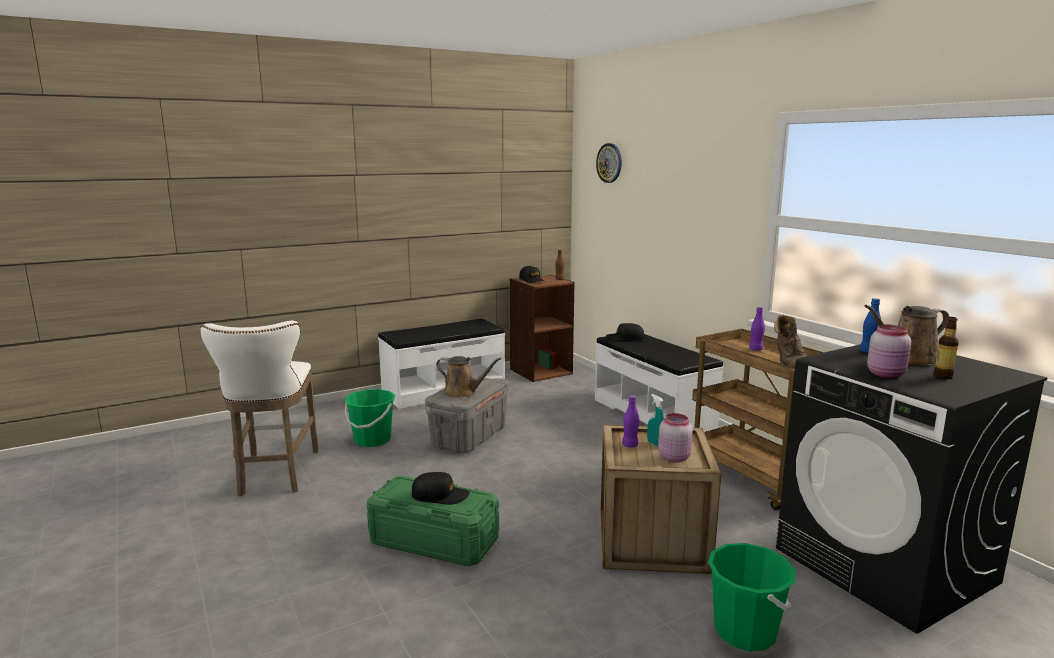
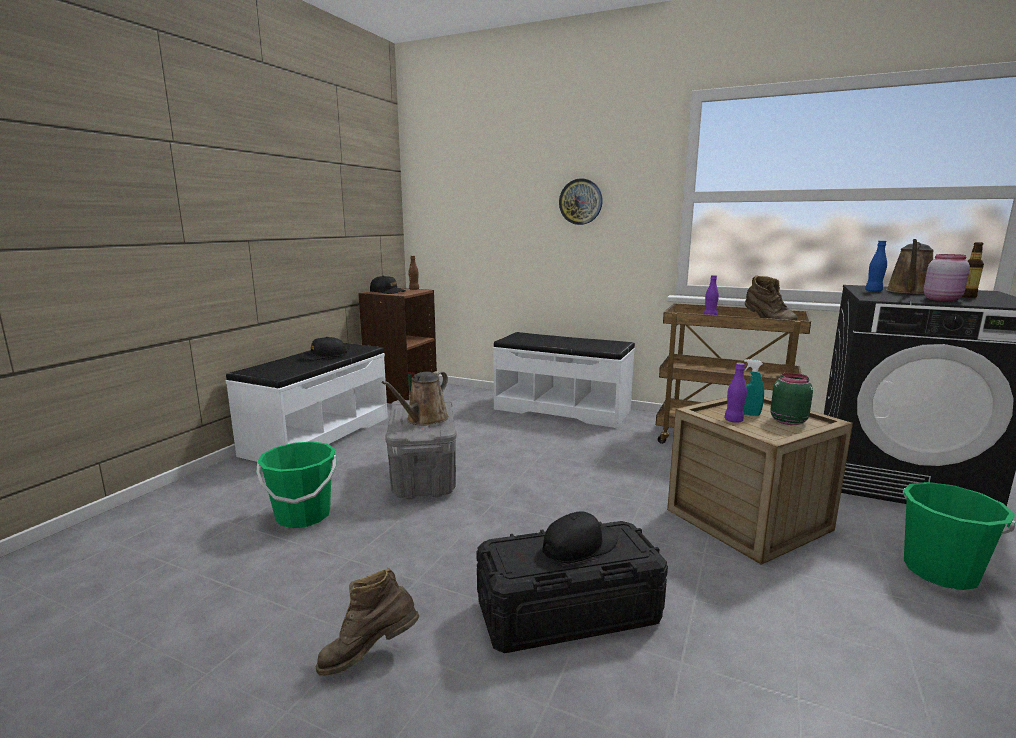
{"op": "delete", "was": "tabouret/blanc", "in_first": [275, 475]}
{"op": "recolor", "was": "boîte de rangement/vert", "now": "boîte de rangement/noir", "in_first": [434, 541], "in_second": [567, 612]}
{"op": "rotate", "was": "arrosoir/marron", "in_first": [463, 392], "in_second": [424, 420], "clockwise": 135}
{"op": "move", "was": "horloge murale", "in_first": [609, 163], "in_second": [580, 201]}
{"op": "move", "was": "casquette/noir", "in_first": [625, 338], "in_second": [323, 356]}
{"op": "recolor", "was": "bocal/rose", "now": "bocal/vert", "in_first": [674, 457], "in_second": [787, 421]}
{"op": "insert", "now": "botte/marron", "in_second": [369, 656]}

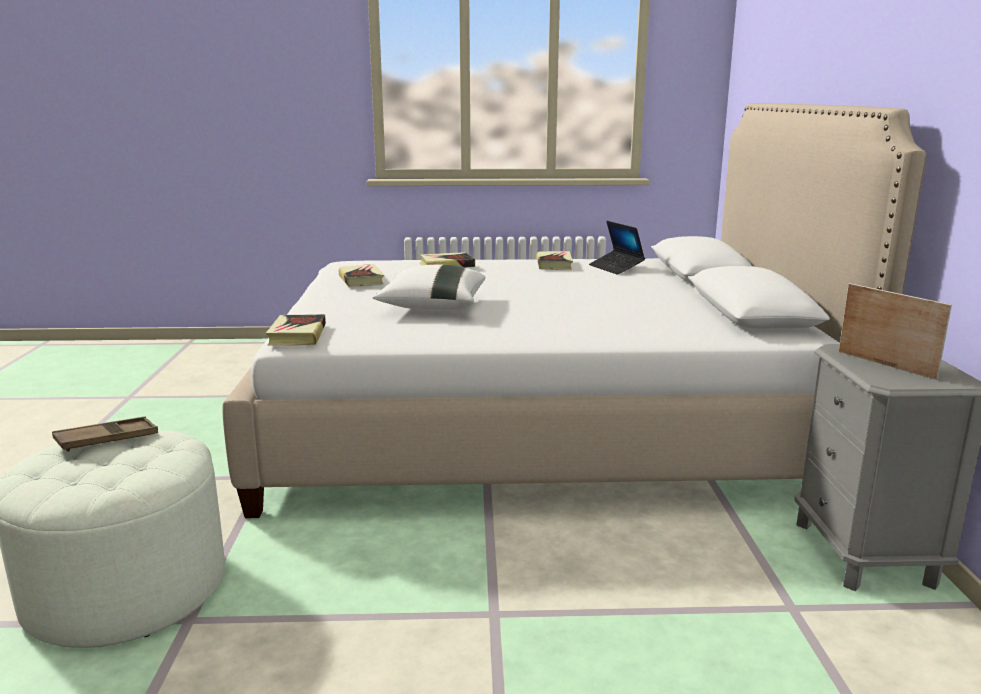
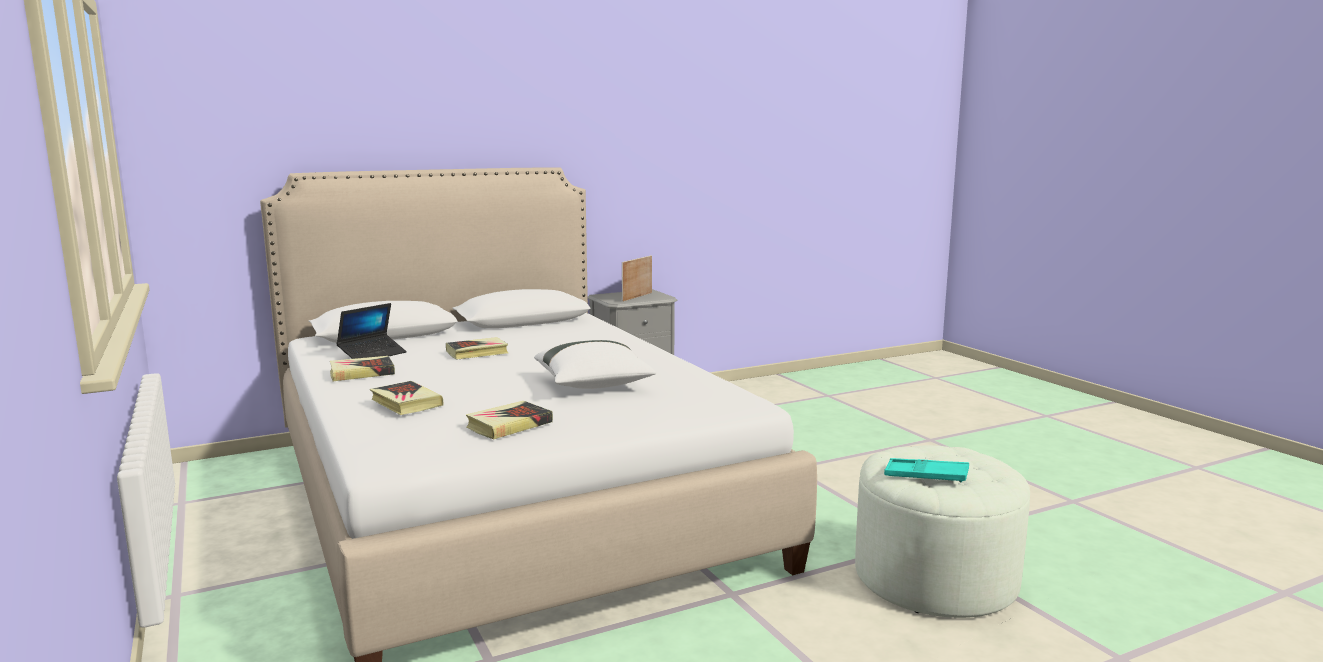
{"op": "recolor", "was": "plateau/marron", "now": "plateau/turquoise", "in_first": [107, 439], "in_second": [926, 476]}
{"op": "move", "was": "livre", "in_first": [297, 335], "in_second": [477, 353]}

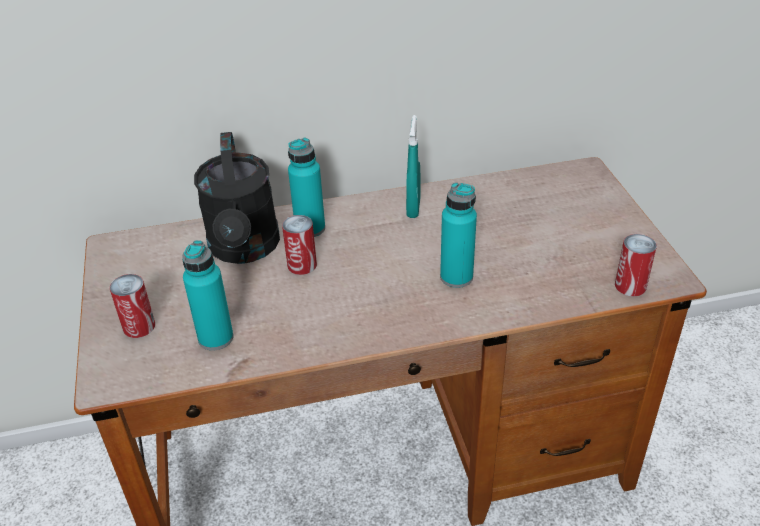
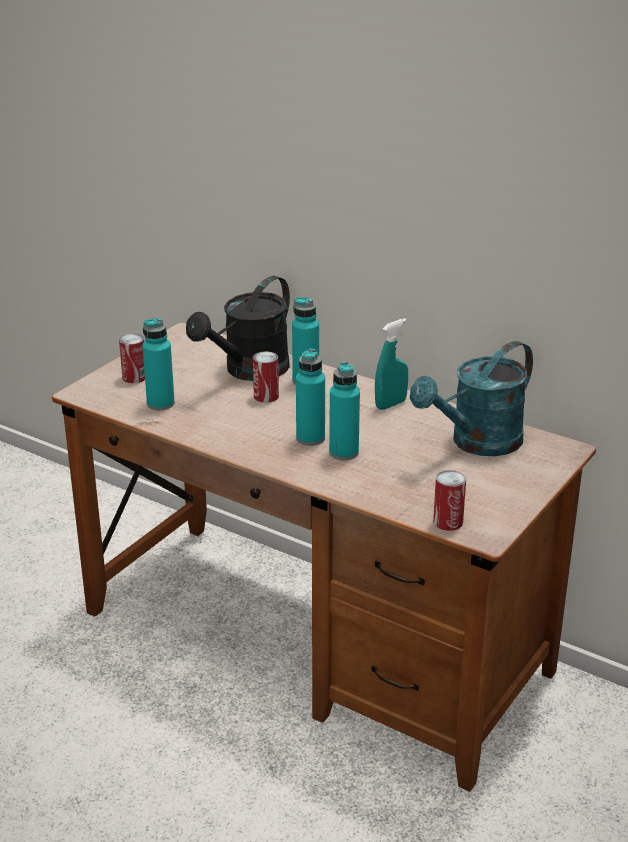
{"op": "insert", "now": "bouteille/turquoise", "in_second": [310, 438]}
{"op": "insert", "now": "arrosoir/turquoise", "in_second": [477, 443]}

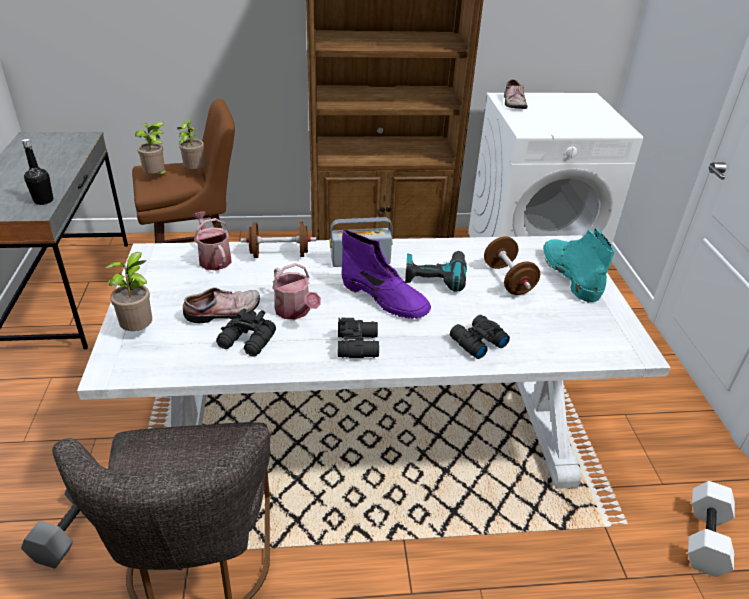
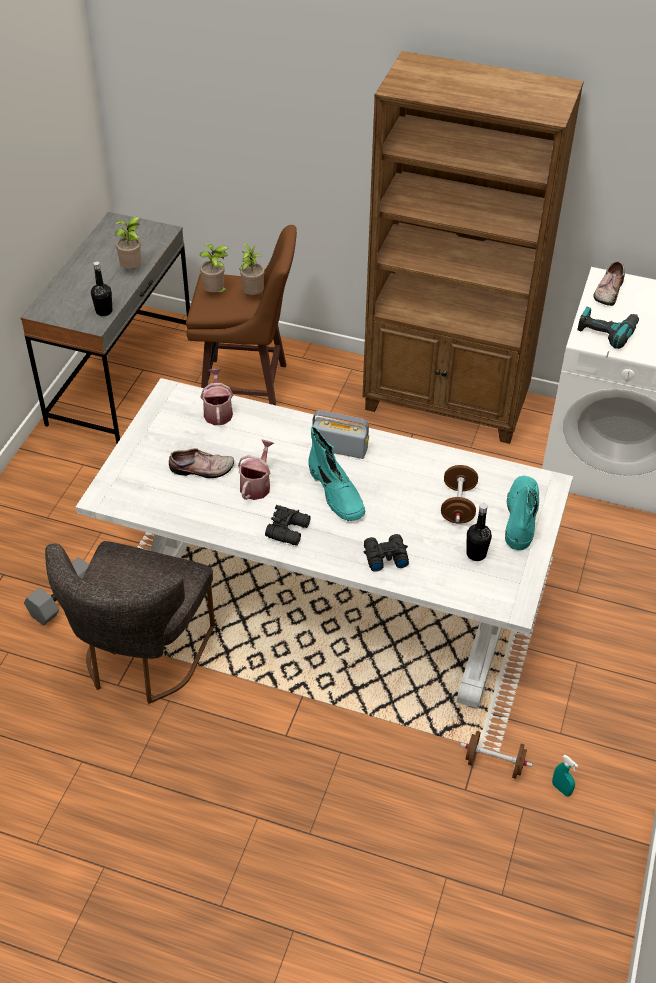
{"op": "move", "was": "plante en pot", "in_first": [140, 330], "in_second": [133, 269]}
{"op": "delete", "was": "jumelles/noir", "in_first": [247, 342]}
{"op": "move", "was": "haltère/marron", "in_first": [279, 254], "in_second": [494, 763]}
{"op": "rotate", "was": "arrosoir", "in_first": [295, 311], "in_second": [257, 485], "clockwise": -150}
{"op": "recolor", "was": "botte/violet", "now": "botte/turquoise", "in_first": [385, 298], "in_second": [336, 493]}
{"op": "move", "was": "perceuse", "in_first": [435, 276], "in_second": [606, 331]}
{"op": "replace", "was": "haltère/blanc", "now": "vaporisateur/turquoise", "in_first": [707, 539], "in_second": [561, 789]}
{"op": "insert", "now": "bouteille/noir", "in_second": [476, 554]}

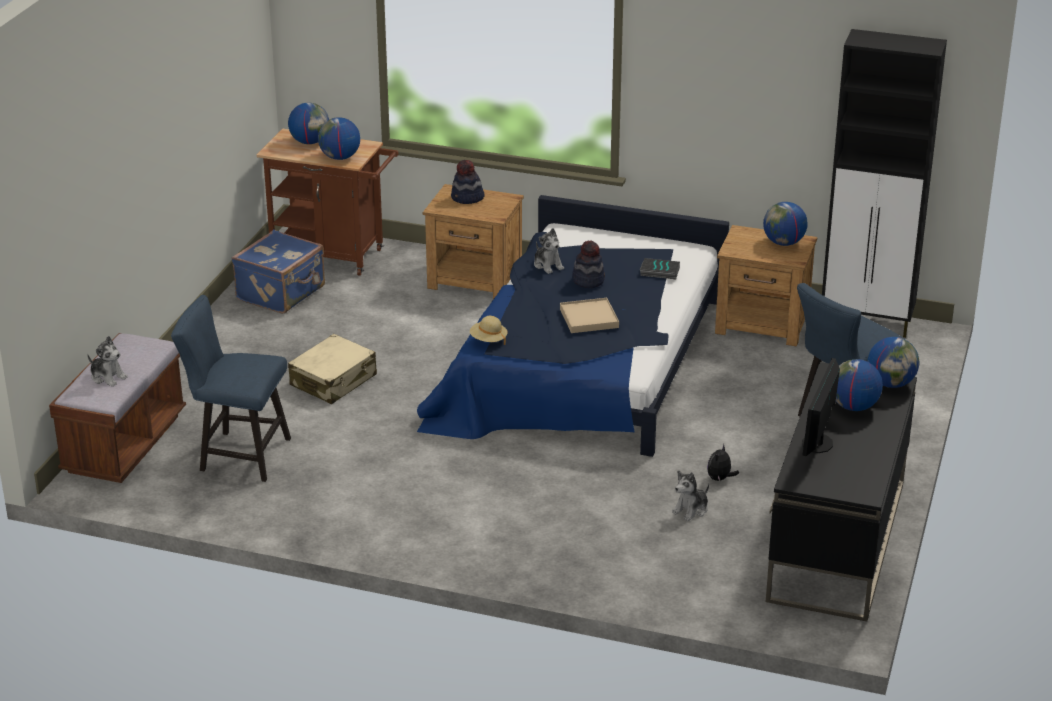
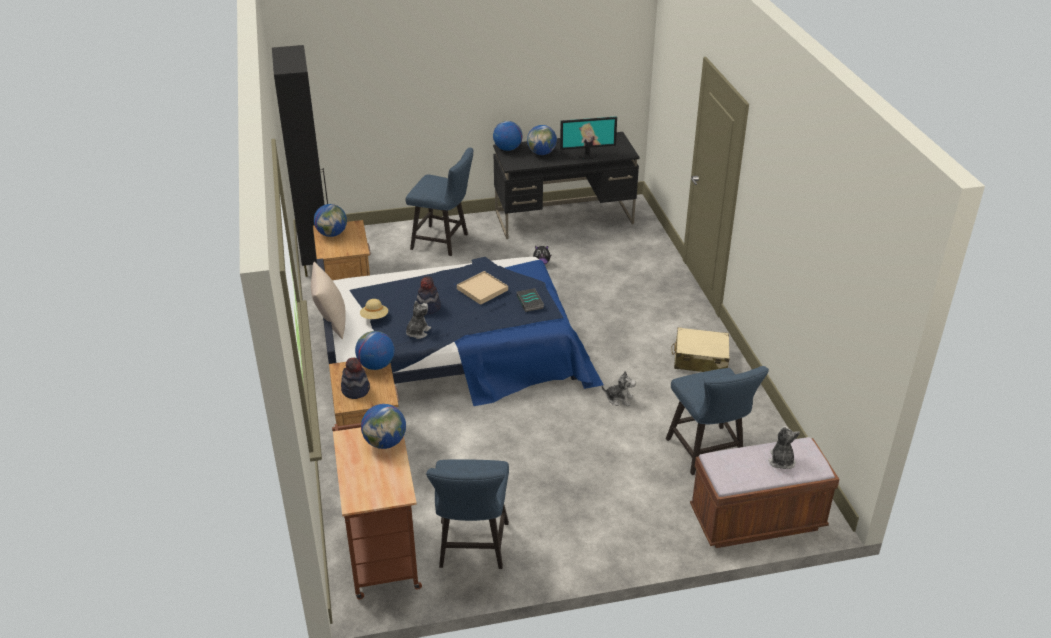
{"op": "replace", "was": "valise/bleu", "now": "chaise/bleu", "in_first": [282, 293], "in_second": [472, 549]}
{"op": "move", "was": "globe", "in_first": [310, 142], "in_second": [376, 365]}
{"op": "move", "was": "valise/beige", "in_first": [333, 381], "in_second": [700, 359]}
{"op": "move", "was": "chapeau/beige", "in_first": [488, 340], "in_second": [374, 317]}
{"op": "move", "was": "livre", "in_first": [659, 272], "in_second": [530, 302]}
{"op": "move", "was": "peluche", "in_first": [691, 510], "in_second": [619, 399]}
{"op": "insert", "now": "coussin/beige", "in_second": [331, 323]}

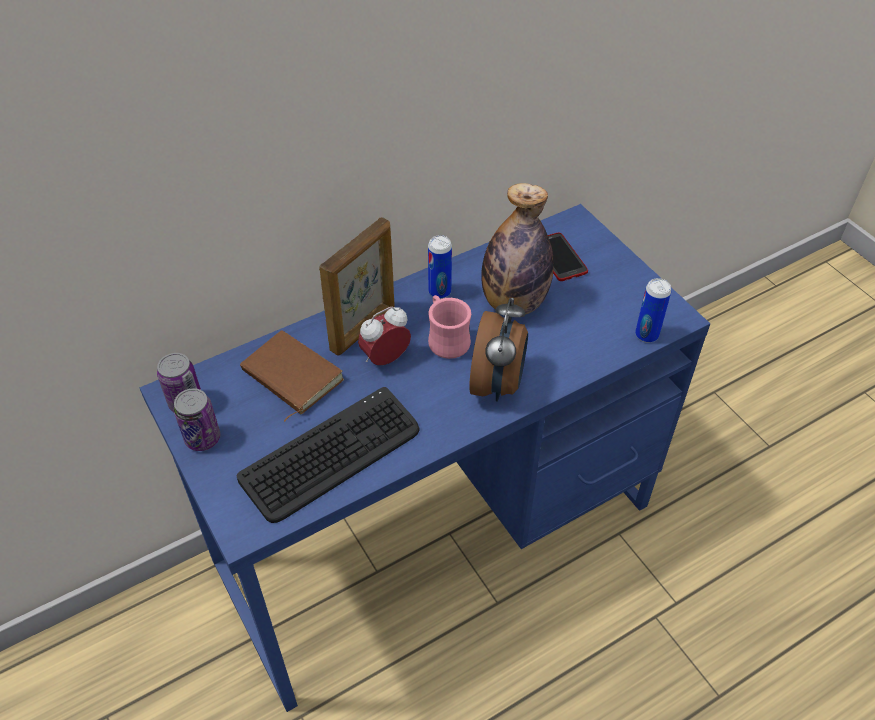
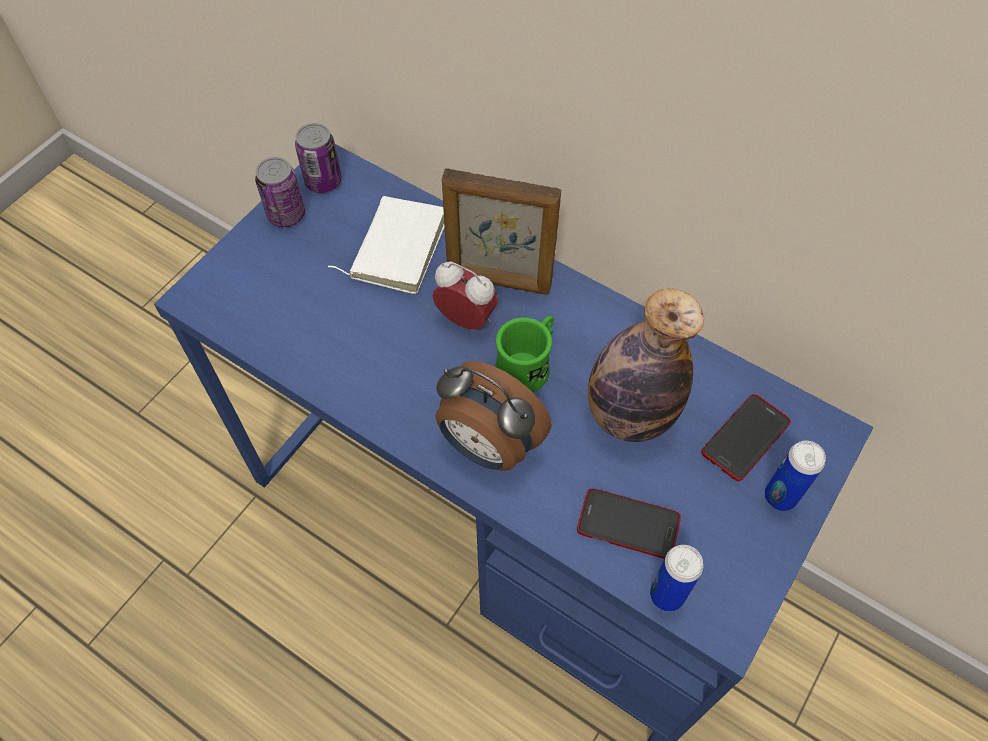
{"op": "delete", "was": "clavier", "in_first": [331, 455]}
{"op": "recolor", "was": "livre/marron", "now": "livre/blanc", "in_first": [290, 377], "in_second": [396, 247]}
{"op": "move", "was": "boîte métallique", "in_first": [439, 292], "in_second": [780, 496]}
{"op": "recolor", "was": "mug/rose", "now": "mug/vert", "in_first": [446, 339], "in_second": [528, 365]}
{"op": "rotate", "was": "réveil", "in_first": [498, 383], "in_second": [488, 446], "clockwise": 45}
{"op": "insert", "now": "téléphone", "in_second": [628, 524]}

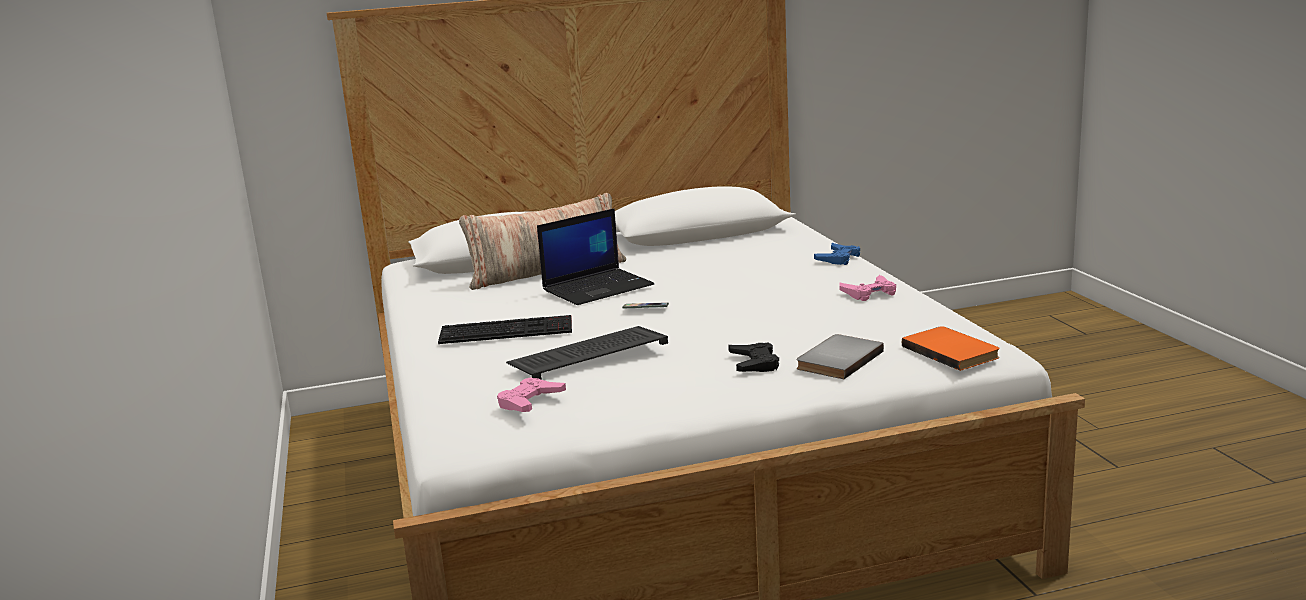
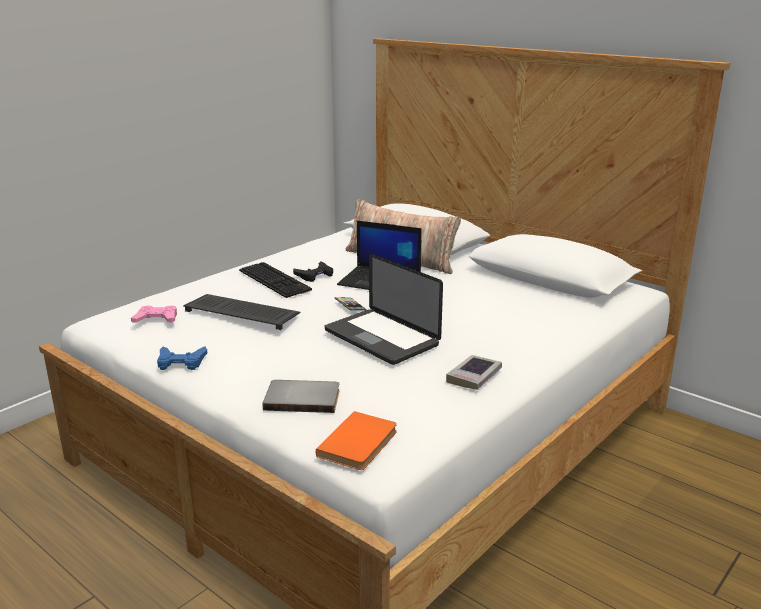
{"op": "move", "was": "manette/noir", "in_first": [754, 363], "in_second": [314, 275]}
{"op": "move", "was": "manette/bleu", "in_first": [838, 258], "in_second": [181, 362]}
{"op": "replace", "was": "manette/rose", "now": "livre", "in_first": [869, 293], "in_second": [474, 376]}
{"op": "insert", "now": "ordinateur portable", "in_second": [381, 338]}

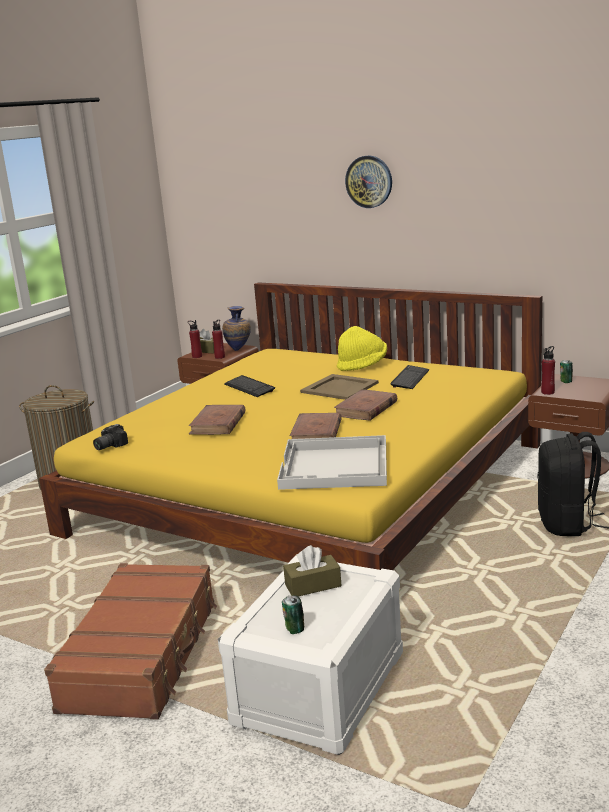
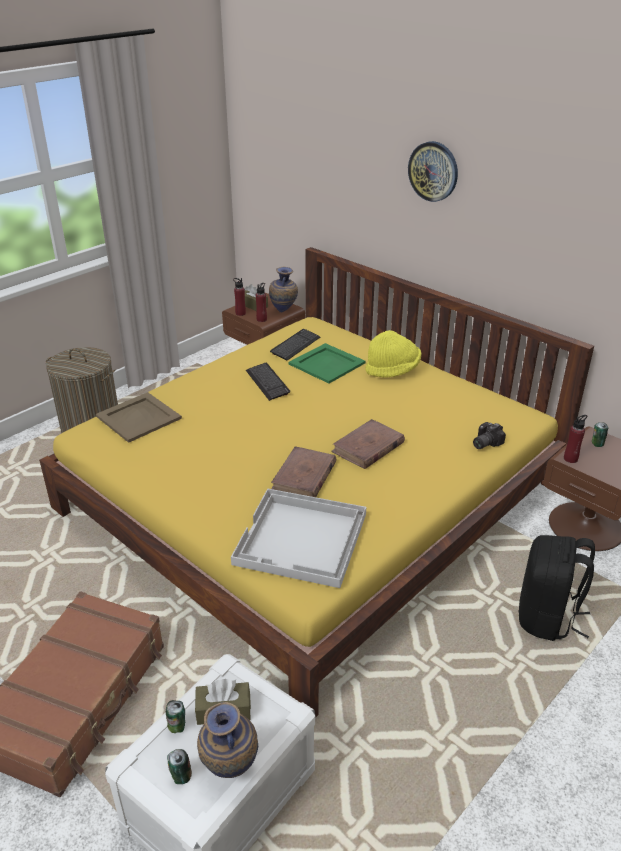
{"op": "move", "was": "appareil photo", "in_first": [108, 446], "in_second": [484, 443]}
{"op": "delete", "was": "livre/marron", "in_first": [218, 424]}
{"op": "move", "was": "plateau/beige", "in_first": [339, 387], "in_second": [139, 417]}
{"op": "move", "was": "clavier", "in_first": [410, 378], "in_second": [295, 345]}
{"op": "insert", "now": "boîte métallique", "in_second": [177, 727]}
{"op": "insert", "now": "vase", "in_second": [229, 770]}
{"op": "insert", "now": "plateau/vert", "in_second": [326, 363]}

